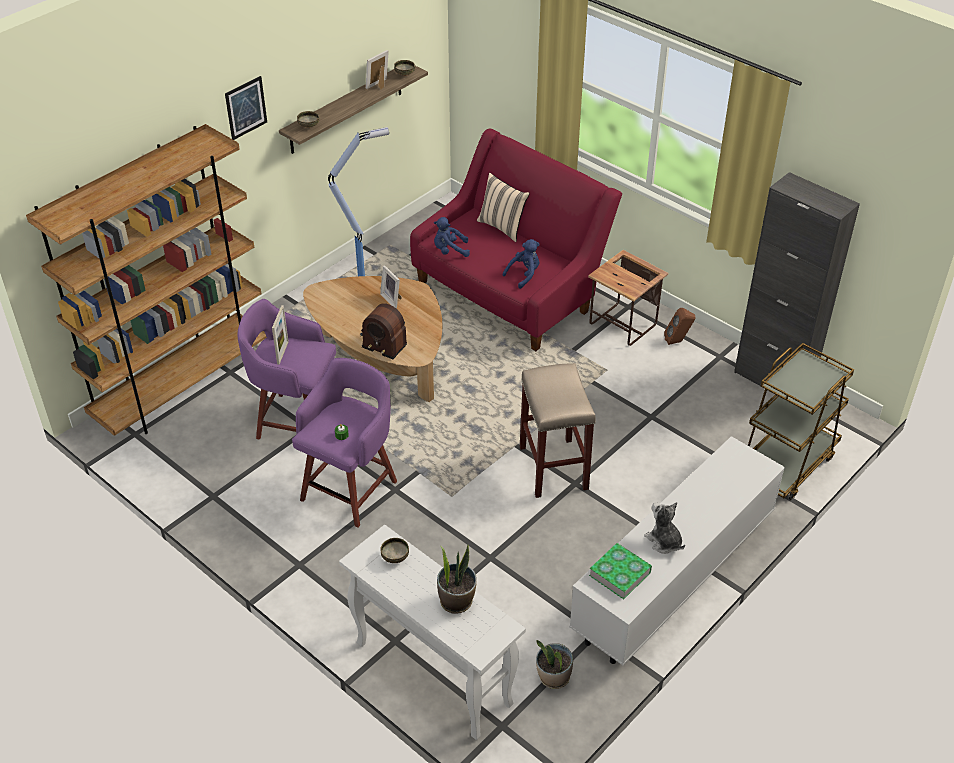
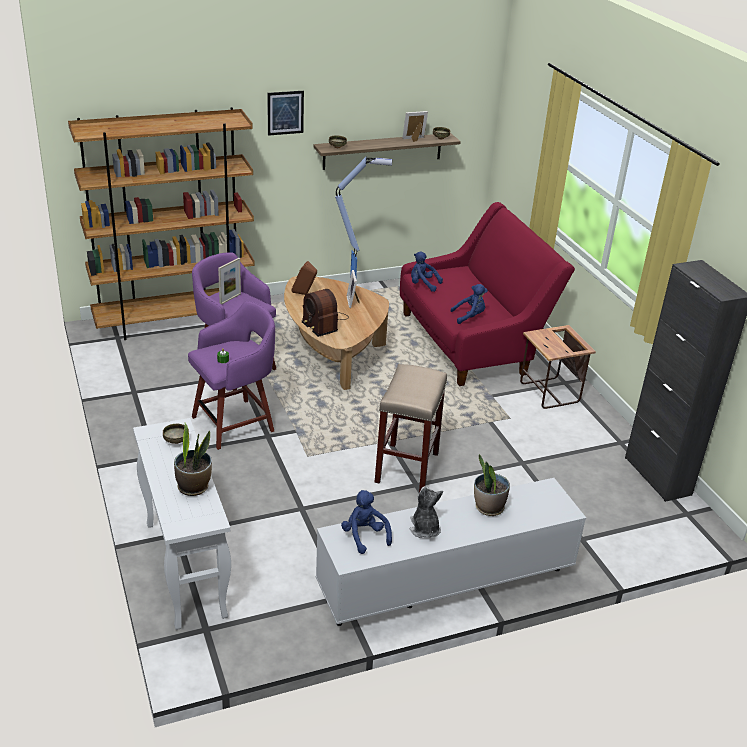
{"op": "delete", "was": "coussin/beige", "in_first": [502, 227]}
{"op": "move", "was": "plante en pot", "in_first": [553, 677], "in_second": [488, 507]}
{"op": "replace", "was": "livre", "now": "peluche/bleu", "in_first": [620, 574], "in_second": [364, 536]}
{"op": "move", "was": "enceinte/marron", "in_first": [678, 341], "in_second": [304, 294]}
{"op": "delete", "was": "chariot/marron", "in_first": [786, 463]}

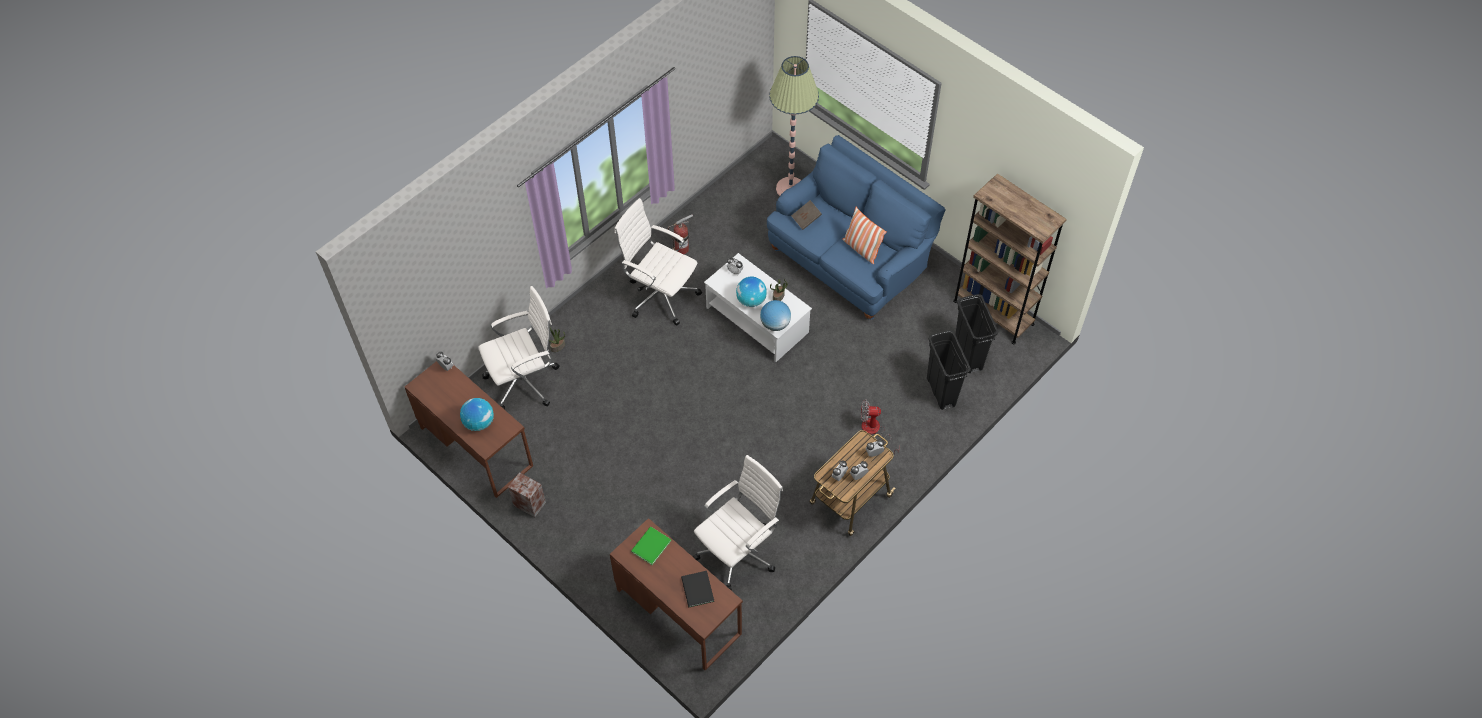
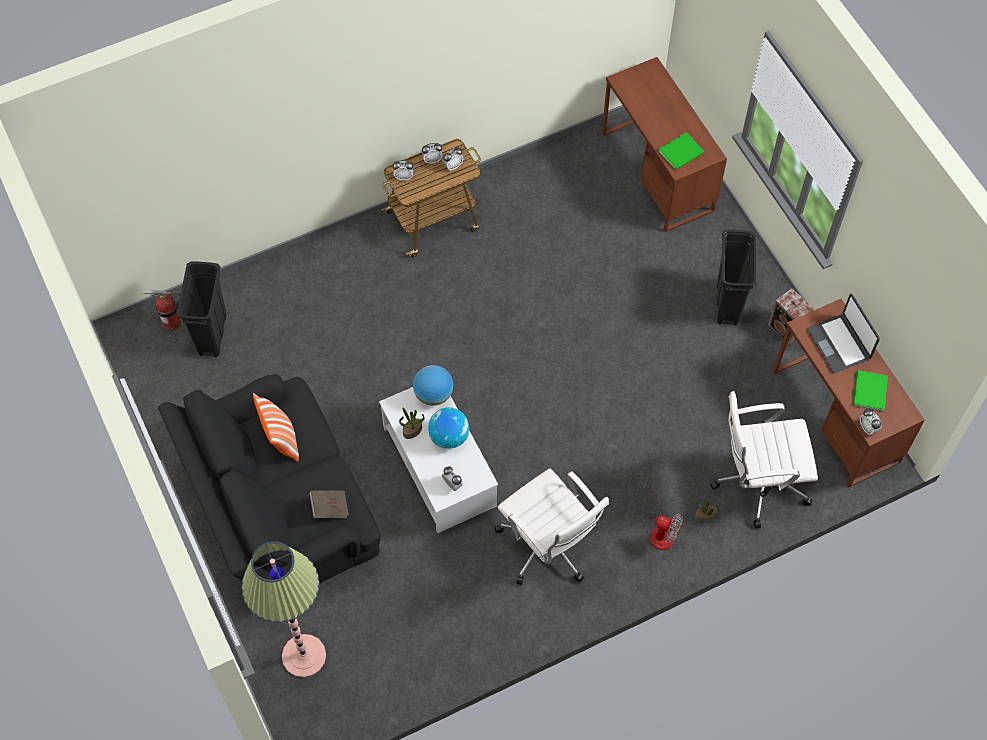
{"op": "replace", "was": "globe", "now": "ordinateur portable", "in_first": [479, 422], "in_second": [839, 344]}
{"op": "move", "was": "extincteur", "in_first": [681, 249], "in_second": [171, 322]}
{"op": "delete", "was": "livre/noir", "in_first": [697, 590]}
{"op": "delete", "was": "chaise de bureau/blanc", "in_first": [738, 551]}
{"op": "recolor", "was": "canapé/bleu", "now": "canapé/noir", "in_first": [850, 260], "in_second": [281, 511]}
{"op": "move", "was": "ventilateur", "in_first": [874, 431], "in_second": [659, 530]}
{"op": "move", "was": "poubelle/noir", "in_first": [941, 391], "in_second": [727, 304]}
{"op": "delete", "was": "bibliothèque/marron", "in_first": [993, 312]}
{"op": "insert", "now": "livre/vert", "in_second": [868, 392]}

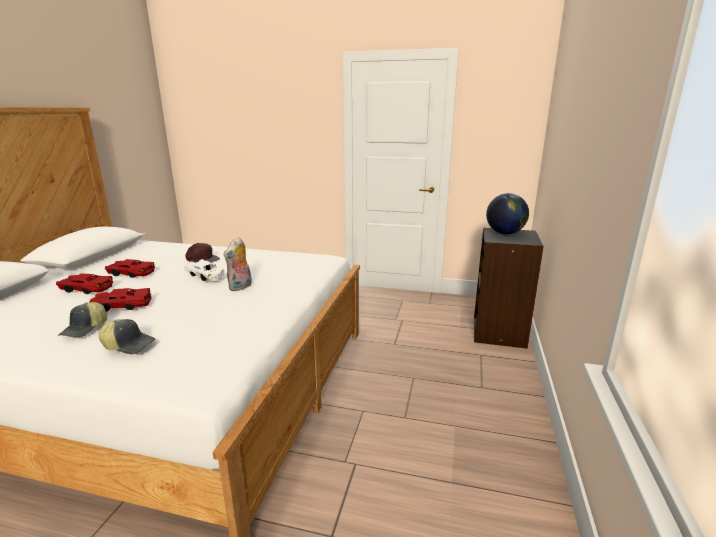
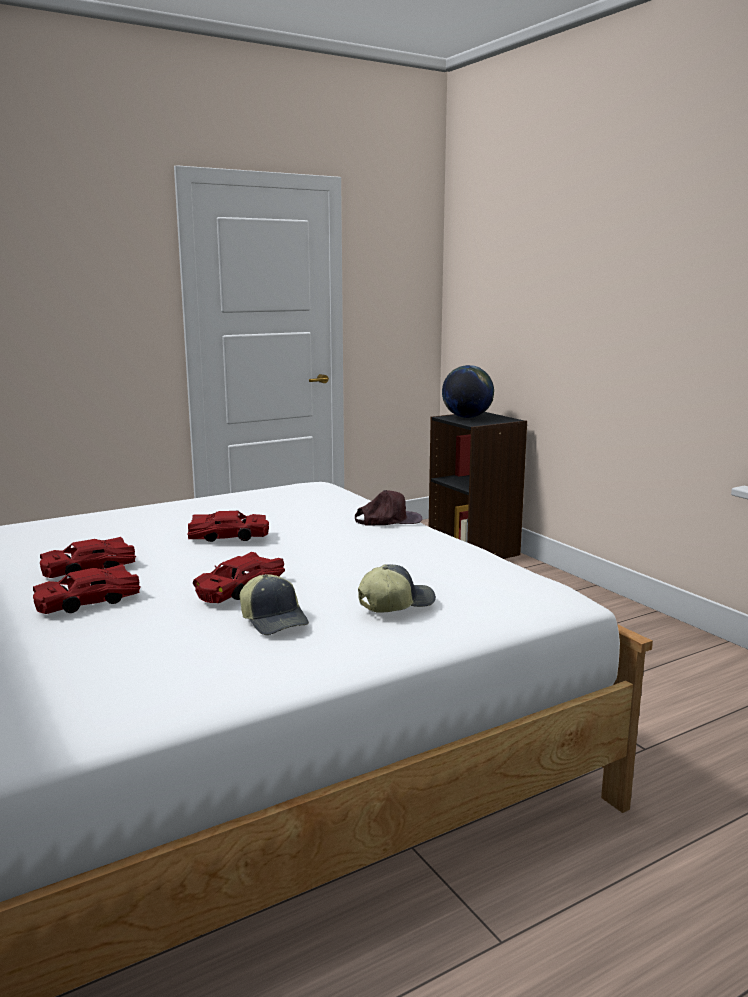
{"op": "recolor", "was": "petite voiture/blanc", "now": "petite voiture/rouge", "in_first": [205, 276], "in_second": [228, 536]}
{"op": "move", "was": "casquette/marron", "in_first": [202, 259], "in_second": [388, 519]}
{"op": "delete", "was": "peluche", "in_first": [240, 287]}

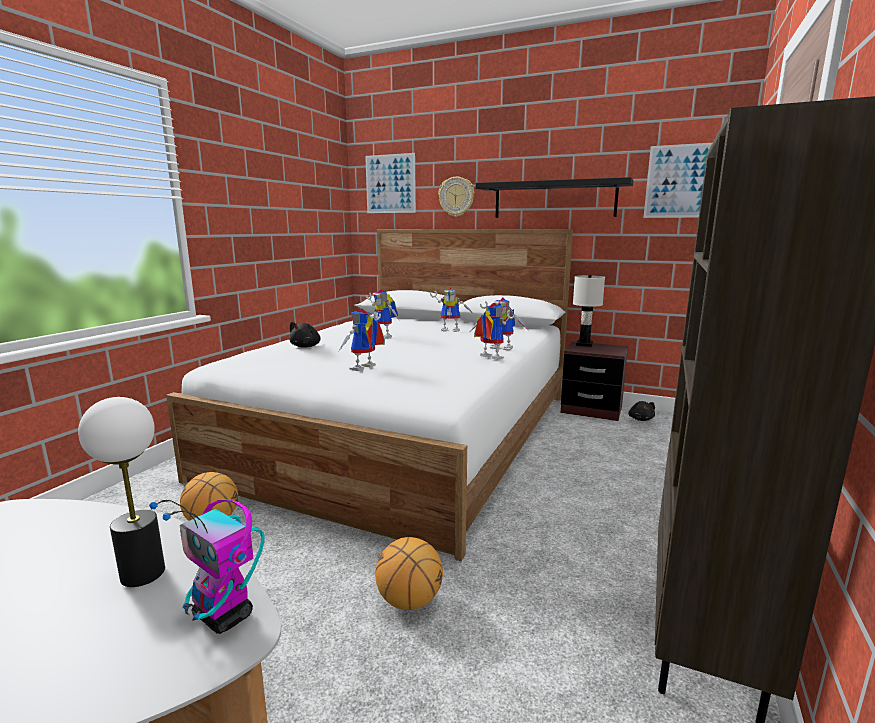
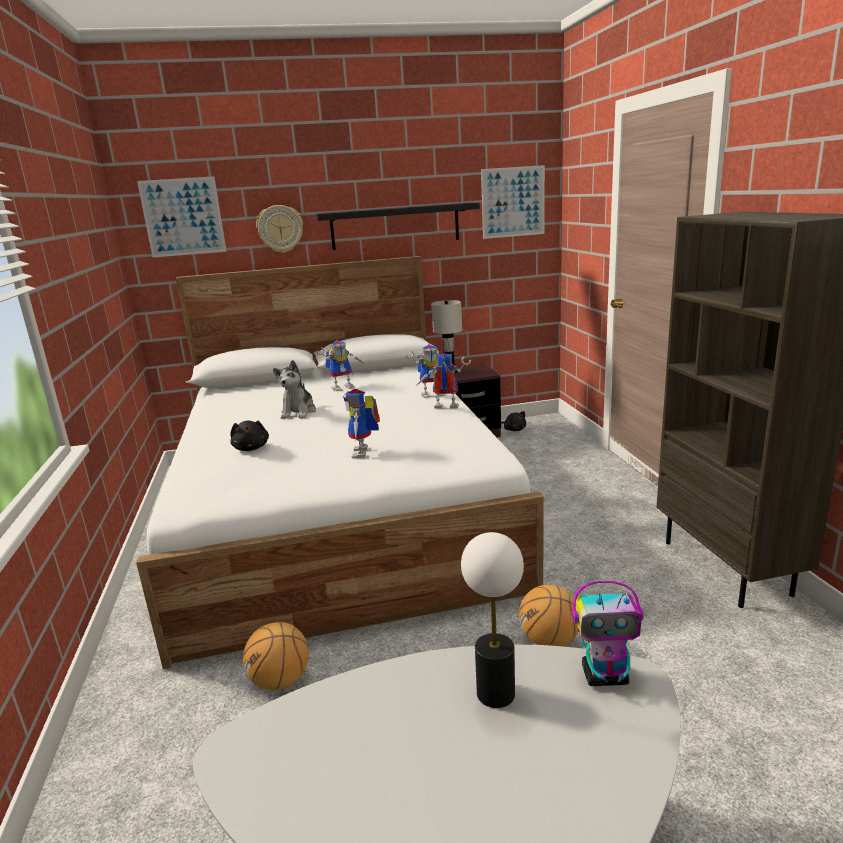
{"op": "replace", "was": "robot jouet", "now": "peluche", "in_first": [385, 336], "in_second": [298, 412]}

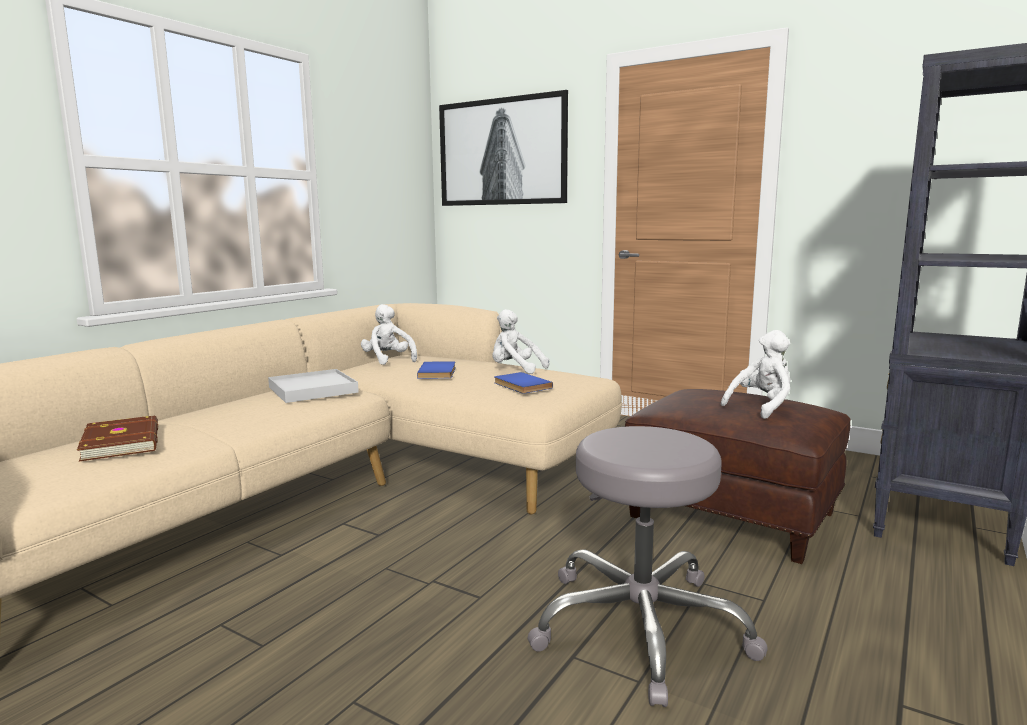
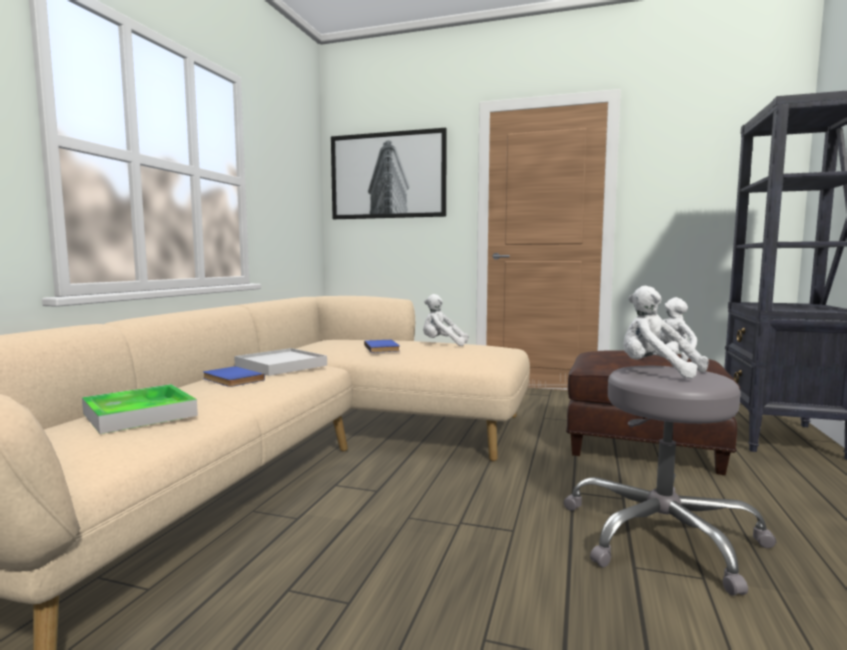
{"op": "replace", "was": "livre/marron", "now": "plateau", "in_first": [123, 442], "in_second": [140, 414]}
{"op": "move", "was": "peluche/blanc", "in_first": [388, 360], "in_second": [656, 371]}
{"op": "move", "was": "livre/bleu", "in_first": [520, 385], "in_second": [231, 379]}

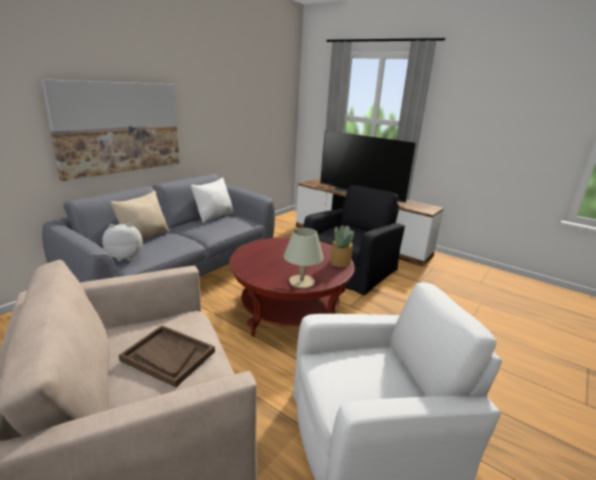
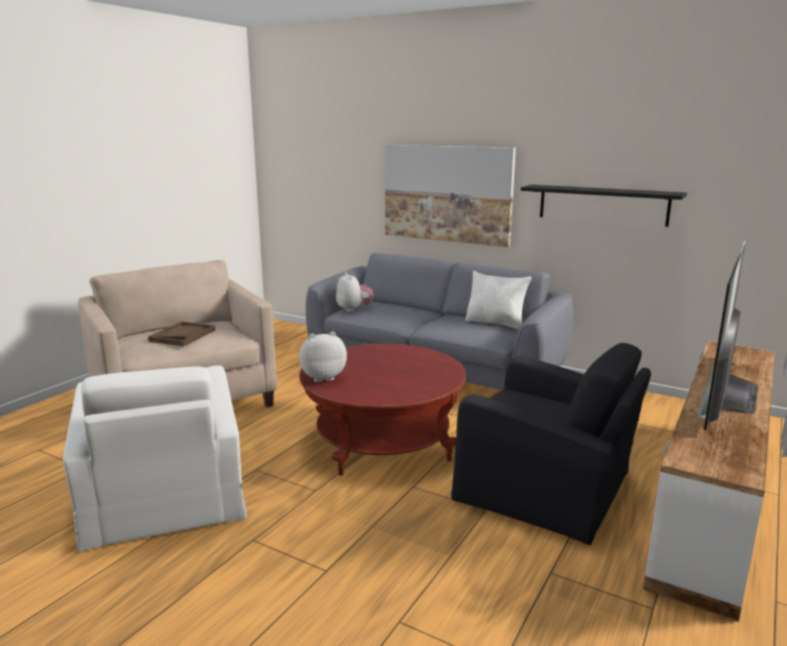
{"op": "delete", "was": "coussin/beige", "in_first": [144, 237]}
{"op": "replace", "was": "lampe de table/beige", "now": "peluche", "in_first": [302, 282], "in_second": [322, 377]}
{"op": "delete", "was": "plante en pot", "in_first": [340, 262]}
{"op": "insert", "now": "étagère/noir", "in_second": [602, 205]}

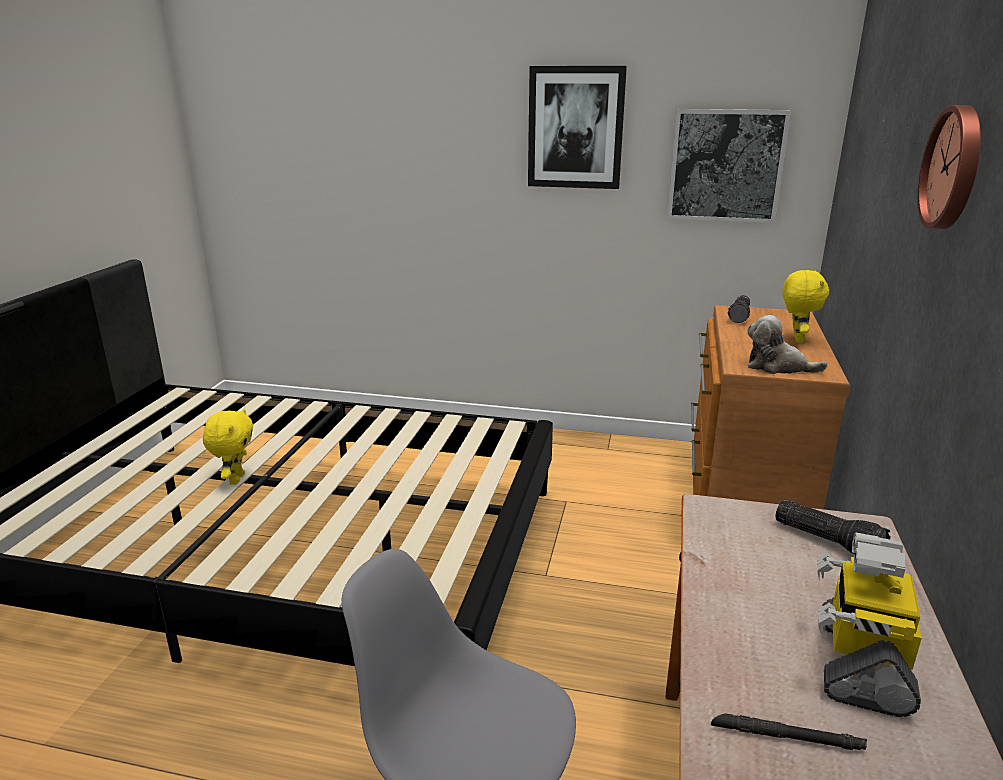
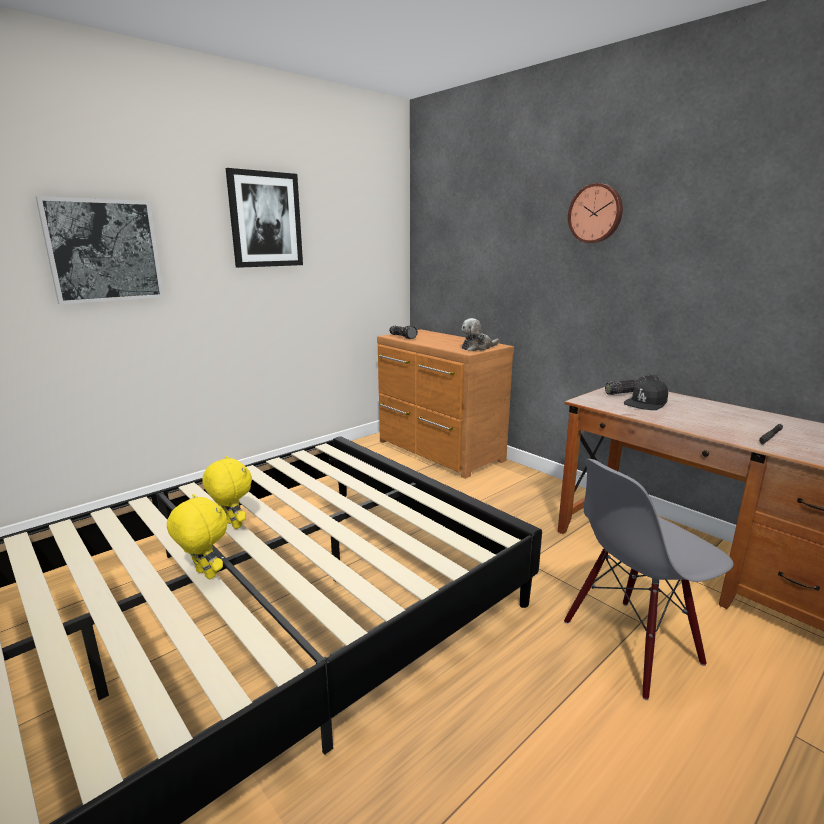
{"op": "move", "was": "tableau", "in_first": [726, 165], "in_second": [104, 251]}
{"op": "move", "was": "peluche/jaune", "in_first": [796, 339], "in_second": [232, 525]}
{"op": "delete", "was": "robot jouet", "in_first": [859, 663]}
{"op": "insert", "now": "casquette/noir", "in_second": [646, 403]}

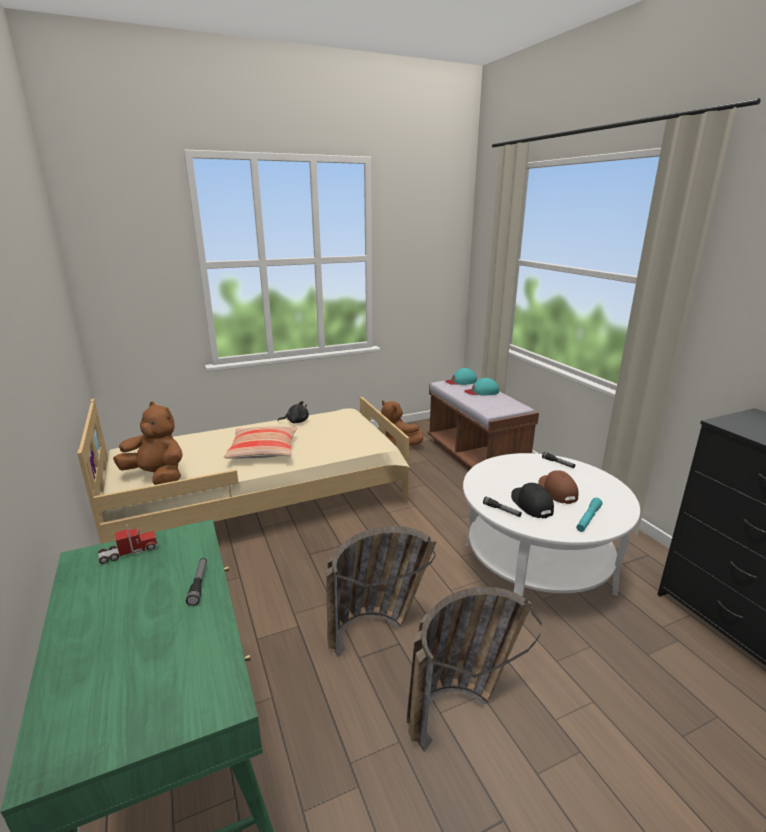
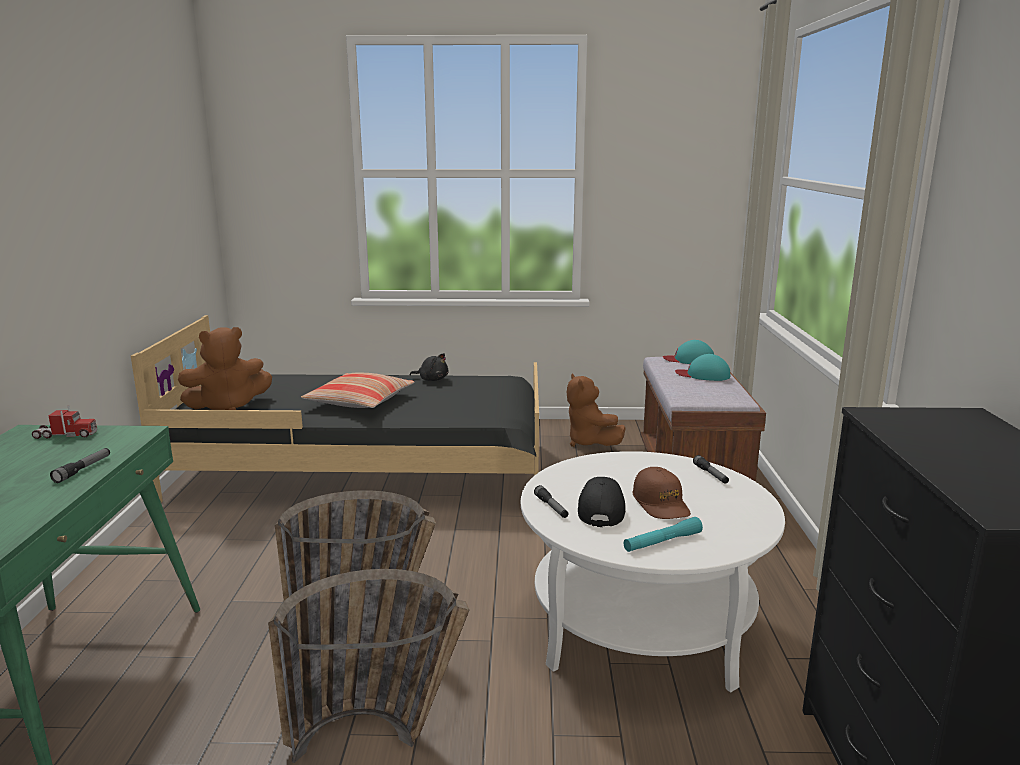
{"op": "recolor", "was": "lit/beige", "now": "lit/noir", "in_first": [262, 500], "in_second": [365, 471]}
{"op": "rotate", "was": "peluche/marron", "in_first": [157, 476], "in_second": [228, 407], "clockwise": 105}
{"op": "rotate", "was": "casquette/marron", "in_first": [557, 491], "in_second": [661, 504], "clockwise": 150}

